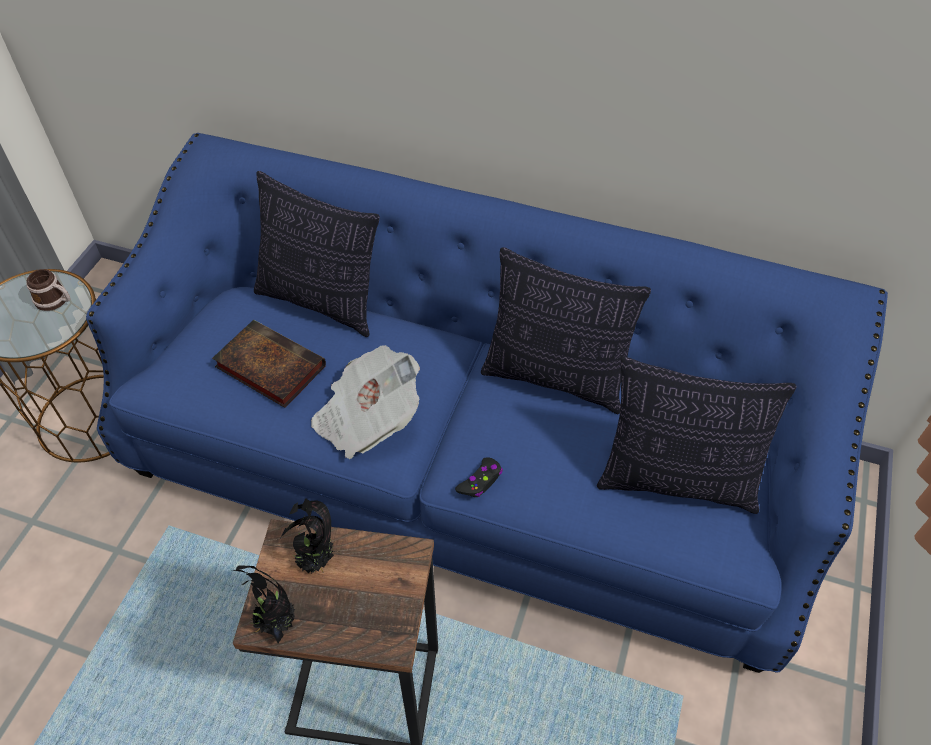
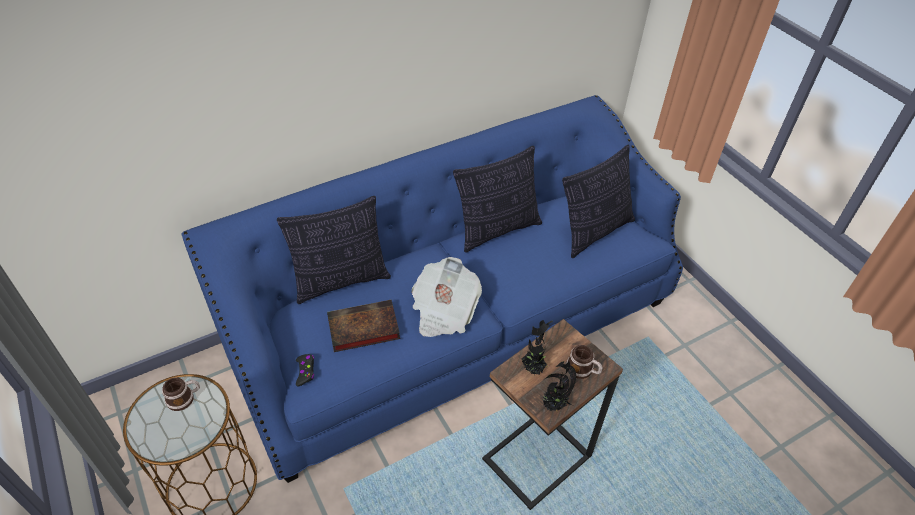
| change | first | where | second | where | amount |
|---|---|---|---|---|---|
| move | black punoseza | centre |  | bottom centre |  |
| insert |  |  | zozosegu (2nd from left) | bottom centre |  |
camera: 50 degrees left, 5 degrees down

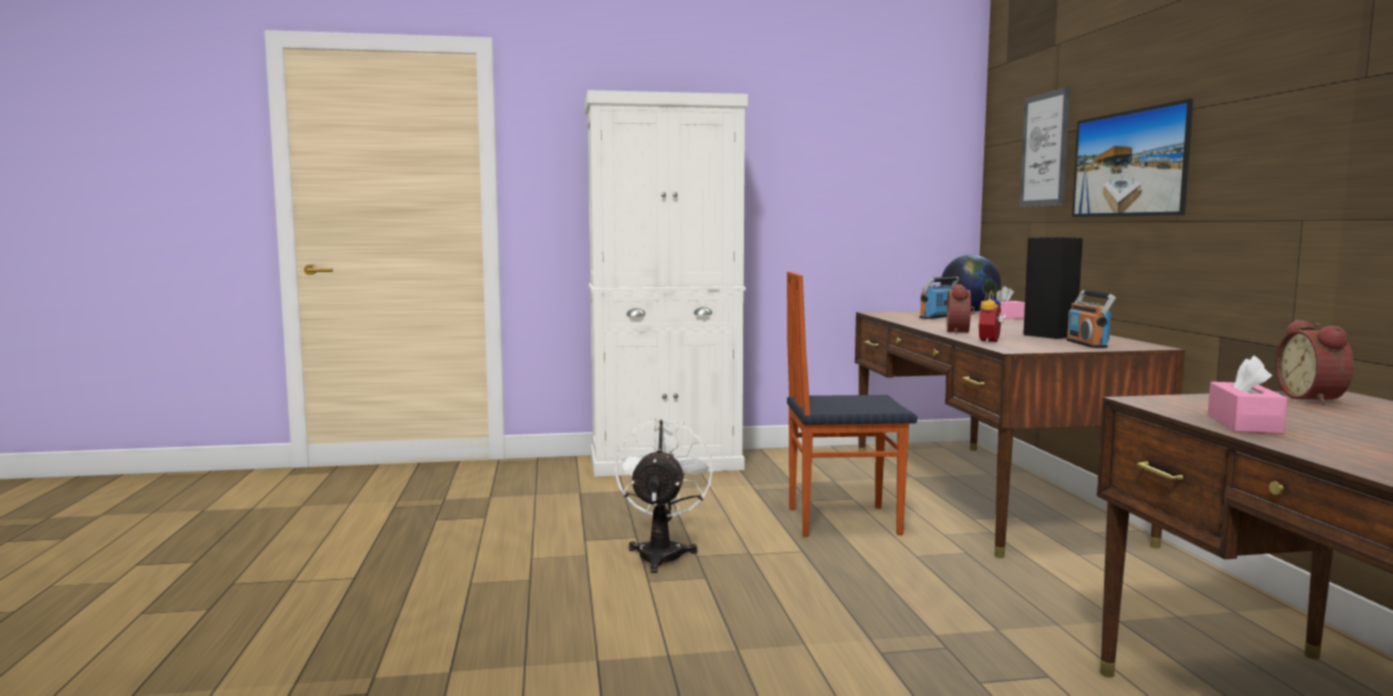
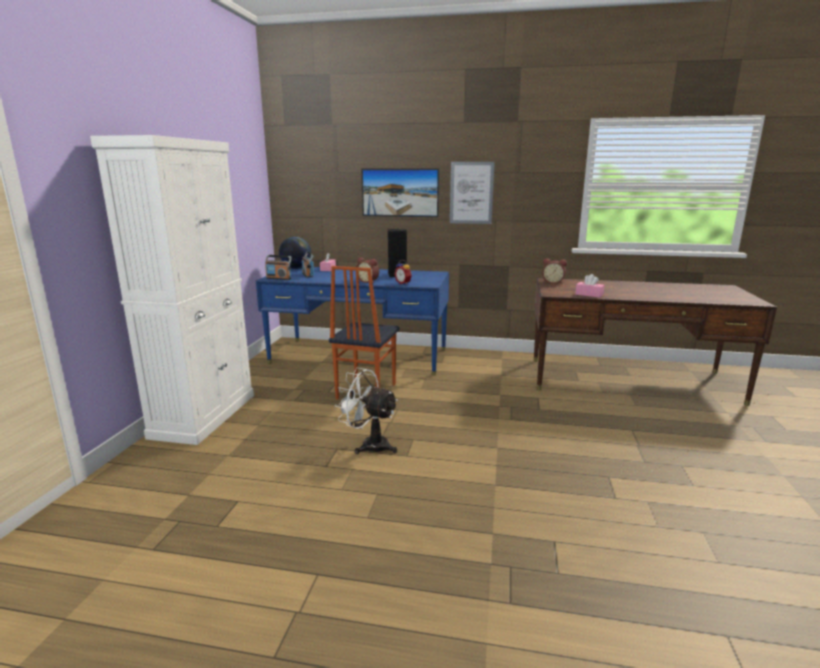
| change | first | where | second | where | amount |
|---|---|---|---|---|---|
| recolor | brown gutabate (1st from left) | middle right | blue gutabate | centre |  |
| move | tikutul (2nd from left in the first image) | middle right | tikutul (1st from left) | centre |  |
| move | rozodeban (1st from left in the first image) | top right | rozodeban (2nd from left) | top centre |  |
camera: 70 degrees left, 10 degrees up

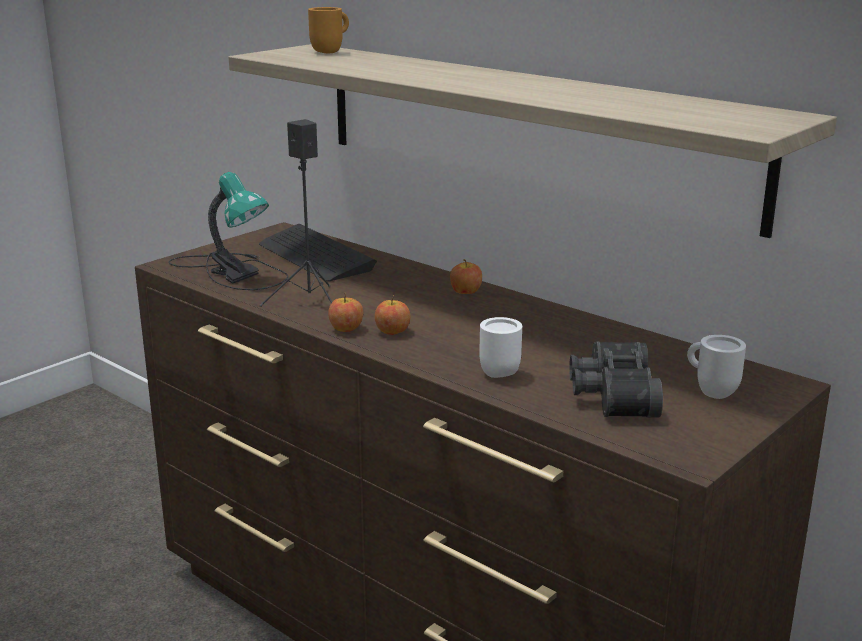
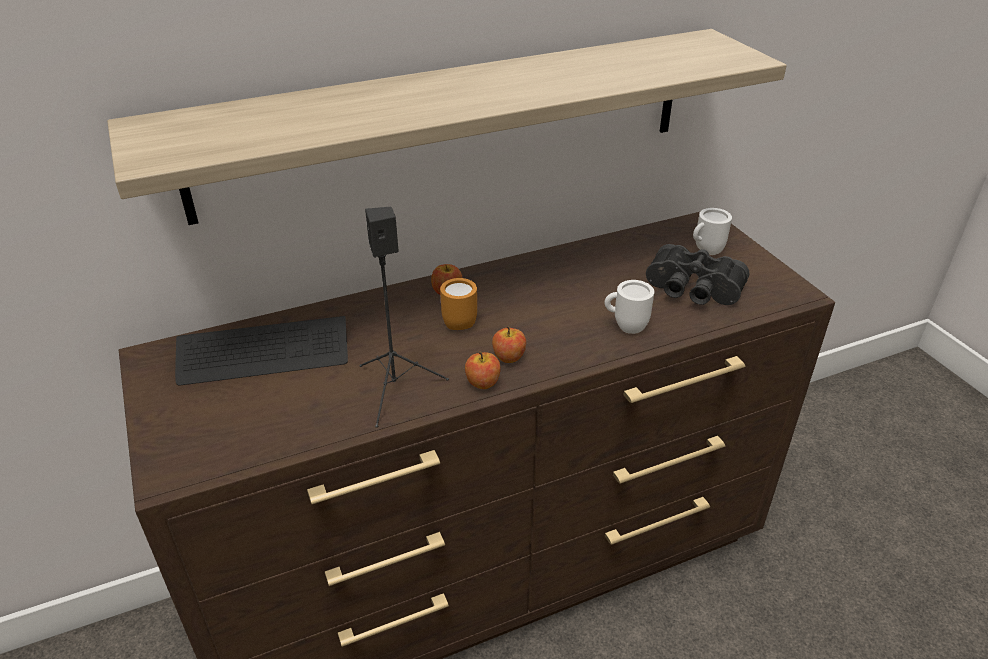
| change | first | where | second | where | amount |
|---|---|---|---|---|---|
| move | orange zozosegu | top centre |  | centre |  |
| delete | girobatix | middle left |  |  |  |
camera: 65 degrees left, 15 degrees up

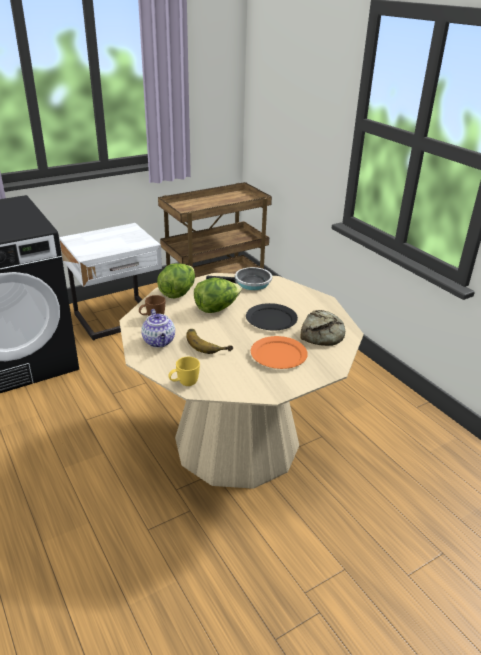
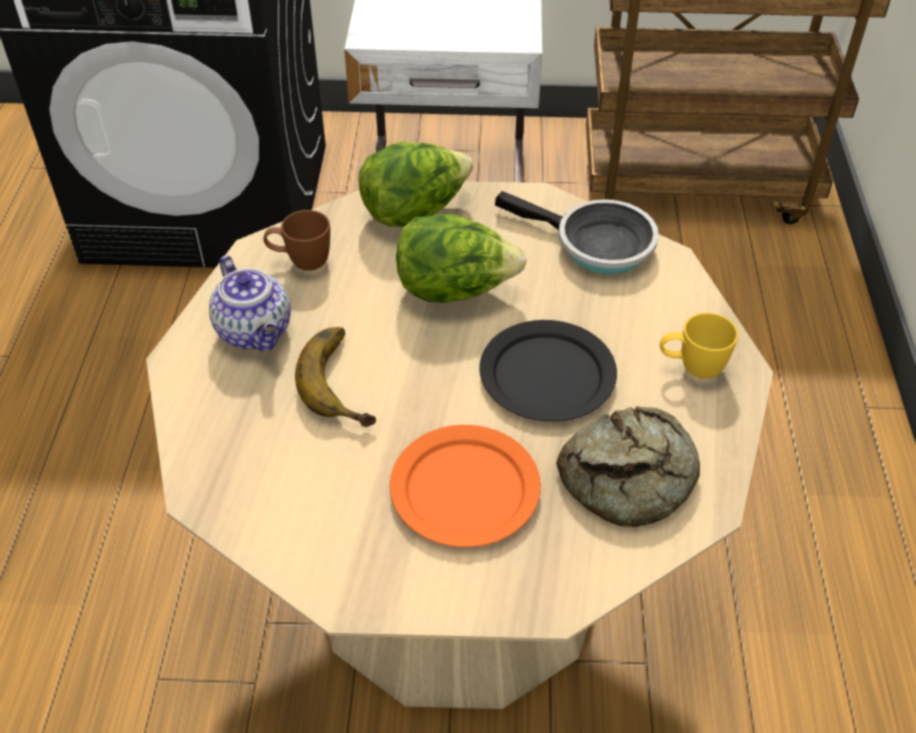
| change | first | where | second | where | amount |
|---|---|---|---|---|---|
| rotate | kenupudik | middle left |  | middle left | 45 degrees counterclockwise |
| move | yellow zozosegu | centre |  | middle right |  |
camera: 35 degrees right, 15 degrees up

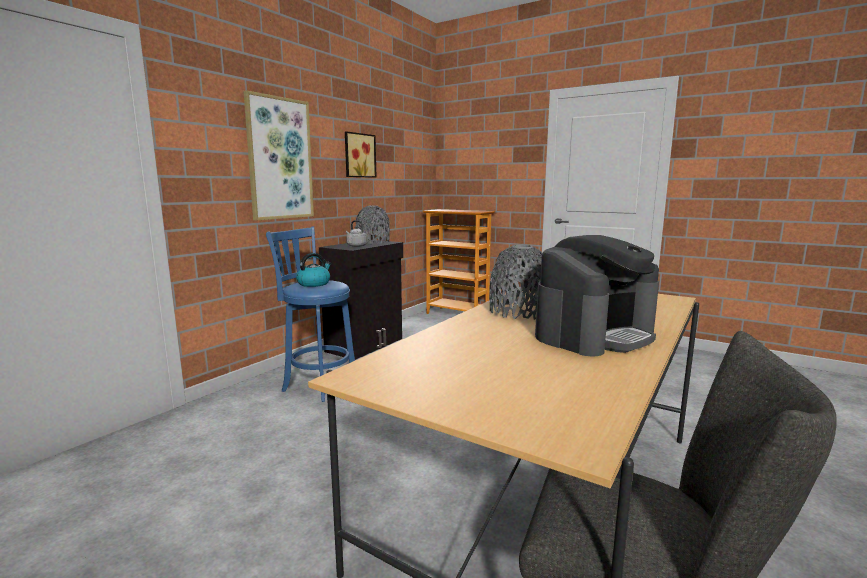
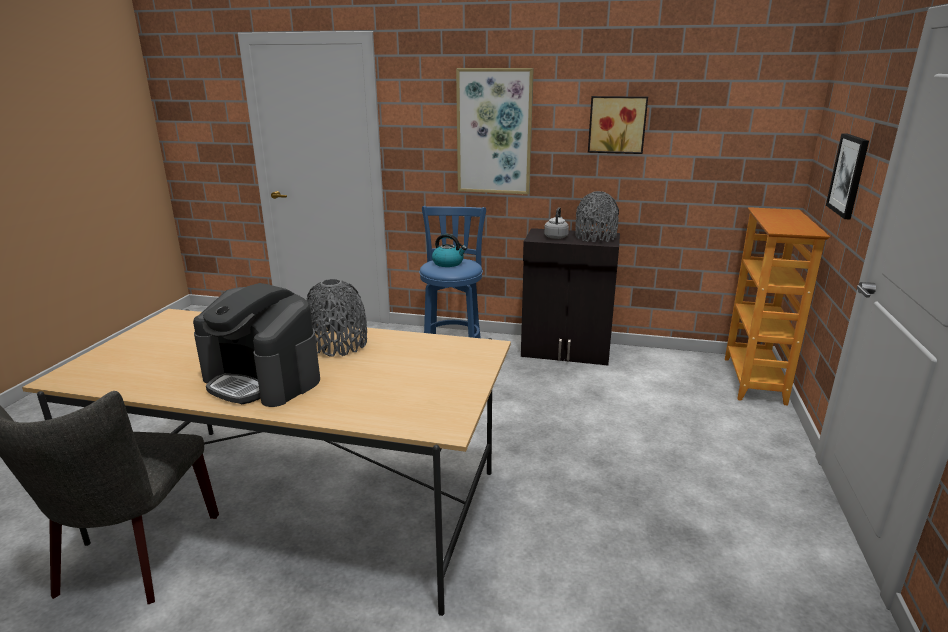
| change | first | where | second | where | amount |
|---|---|---|---|---|---|
| insert |  |  | rozodeban (3rd from left) | top right |  |
camera: 70 degrees right, 10 degrees up

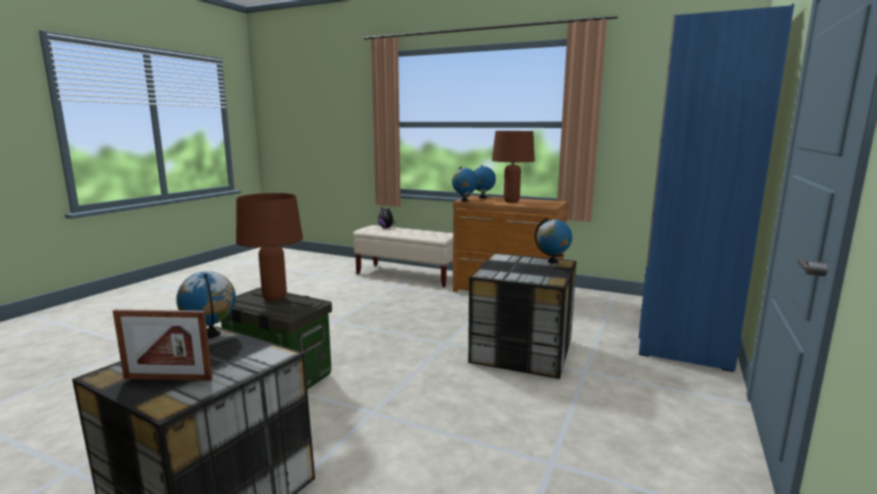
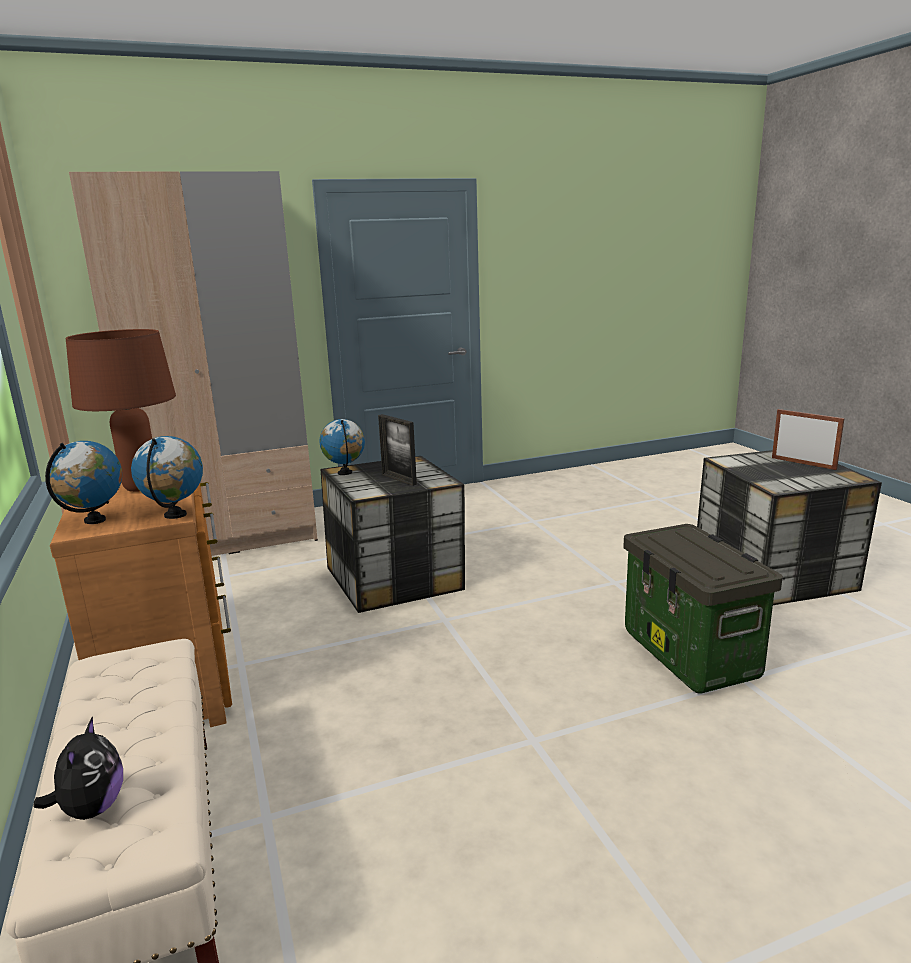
| change | first | where | second | where | amount |
|---|---|---|---|---|---|
| recolor | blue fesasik | middle right | beige fesasik | middle left |  |
| insert |  |  | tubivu (1st from left) | centre |  |
| delete | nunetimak (1st from left) | middle left |  |  |  |
| delete | brown girobatix (1st from left) | middle left |  |  |  |
camera: 135 degrees left, 5 degrees up

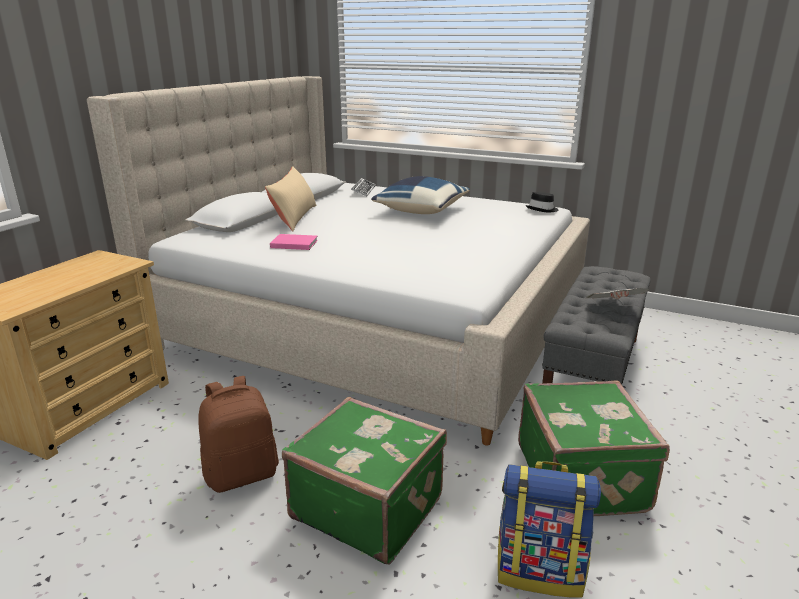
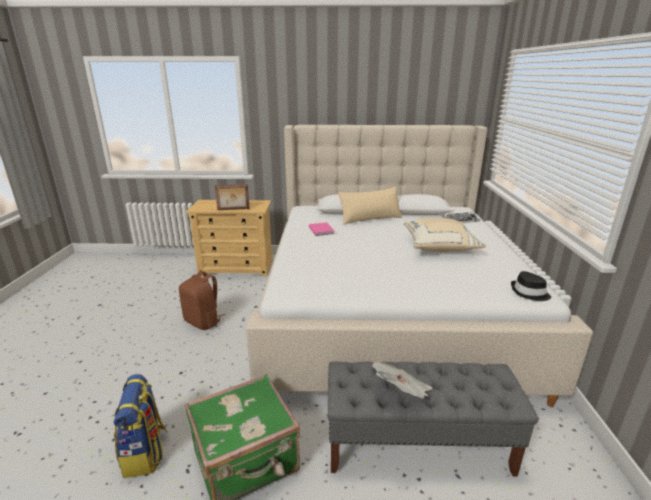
| change | first | where | second | where | amount |
|---|---|---|---|---|---|
| insert |  |  | tubivu | centre |  |
| recolor | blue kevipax | top centre | beige kevipax (2nd from left) | middle right |  |
| delete | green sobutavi (1st from left) | bottom centre |  |  |  |
camera: 65 degrees right, 0 degrees up

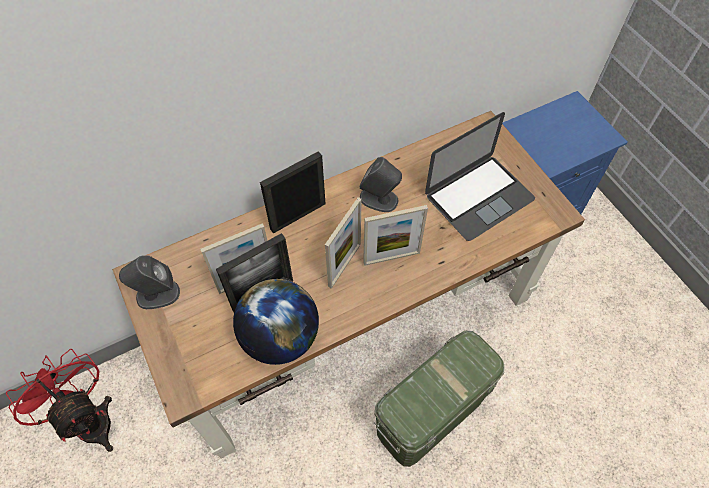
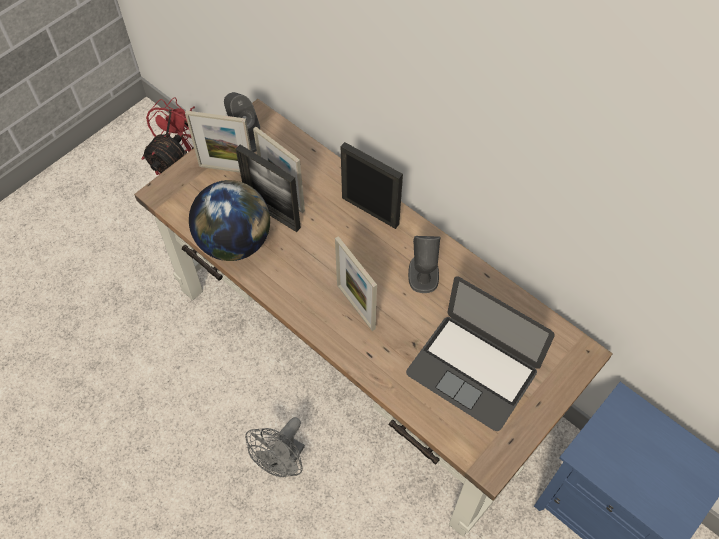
| change | first | where | second | where | amount |
|---|---|---|---|---|---|
| move | tubivu (4th from left in the first image) | centre | tubivu (1st from left) | top left |  |
| replace | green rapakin | bottom centre | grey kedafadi | bottom centre |  |
camera: 70 degrees right, 0 degrees up

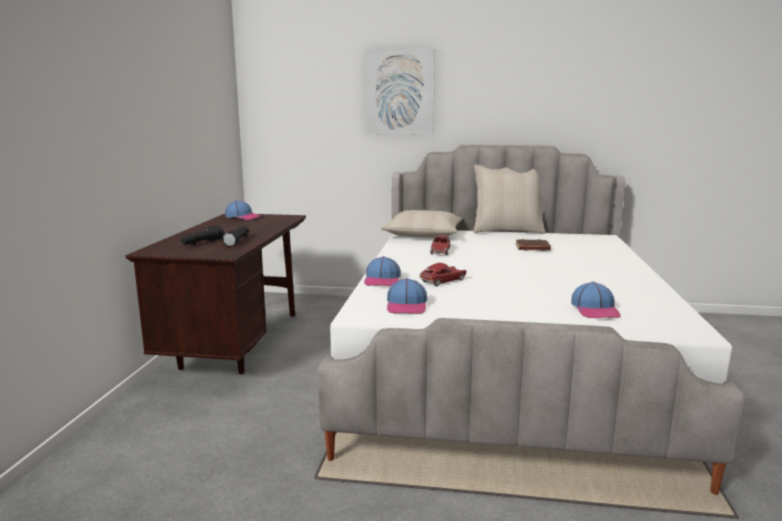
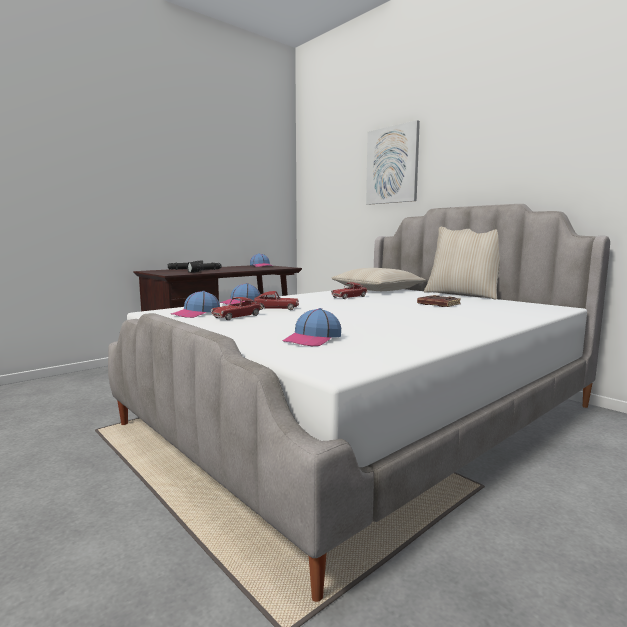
| change | first | where | second | where | amount |
|---|---|---|---|---|---|
| insert |  |  | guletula (1st from left) | centre |  |
camera: 40 degrees right, 5 degrees down

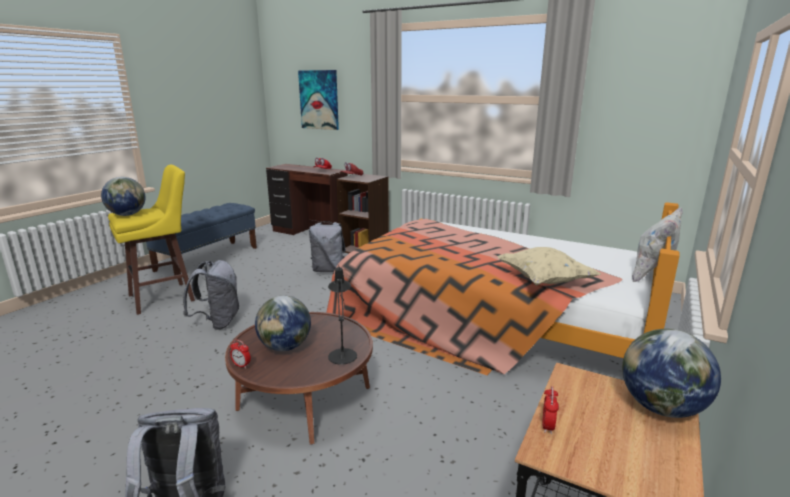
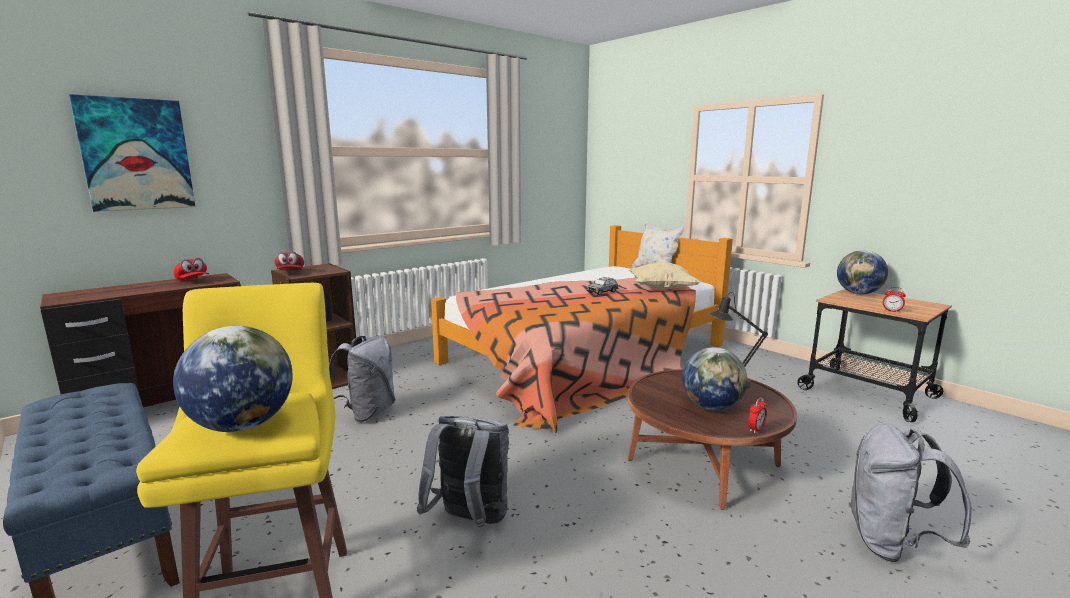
| change | first | where | second | where | amount |
|---|---|---|---|---|---|
| insert |  |  | grey guletula | centre |  |
camera: 70 degrees left, 5 degrees down

